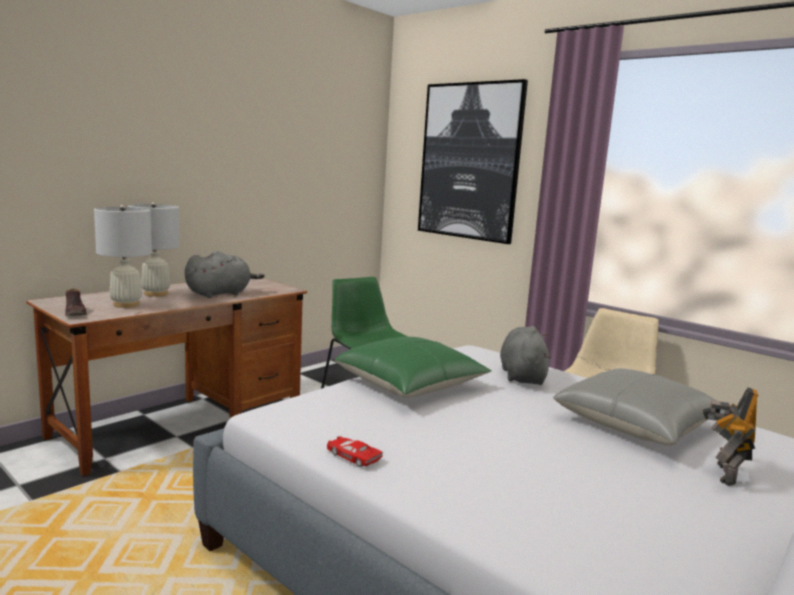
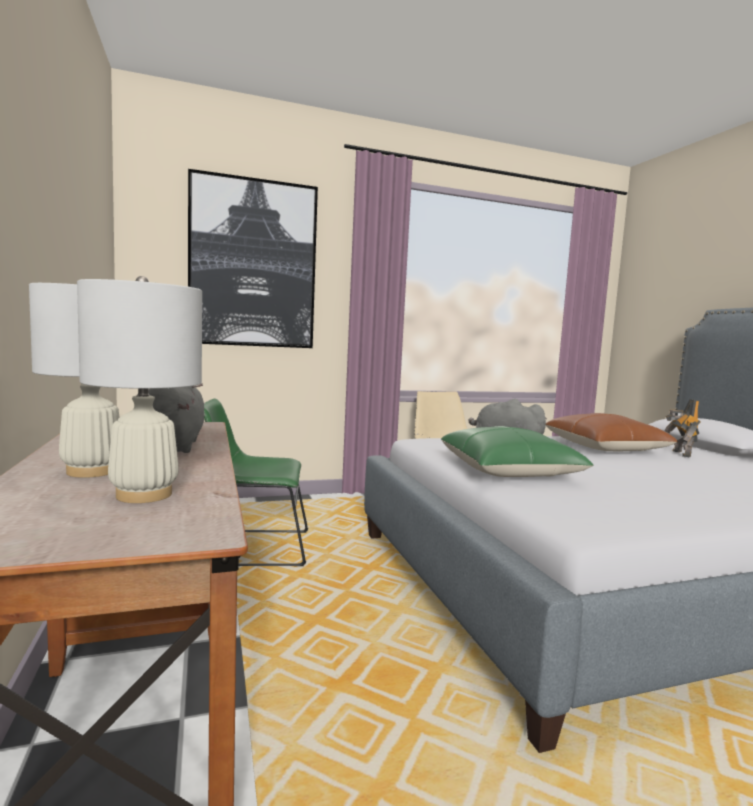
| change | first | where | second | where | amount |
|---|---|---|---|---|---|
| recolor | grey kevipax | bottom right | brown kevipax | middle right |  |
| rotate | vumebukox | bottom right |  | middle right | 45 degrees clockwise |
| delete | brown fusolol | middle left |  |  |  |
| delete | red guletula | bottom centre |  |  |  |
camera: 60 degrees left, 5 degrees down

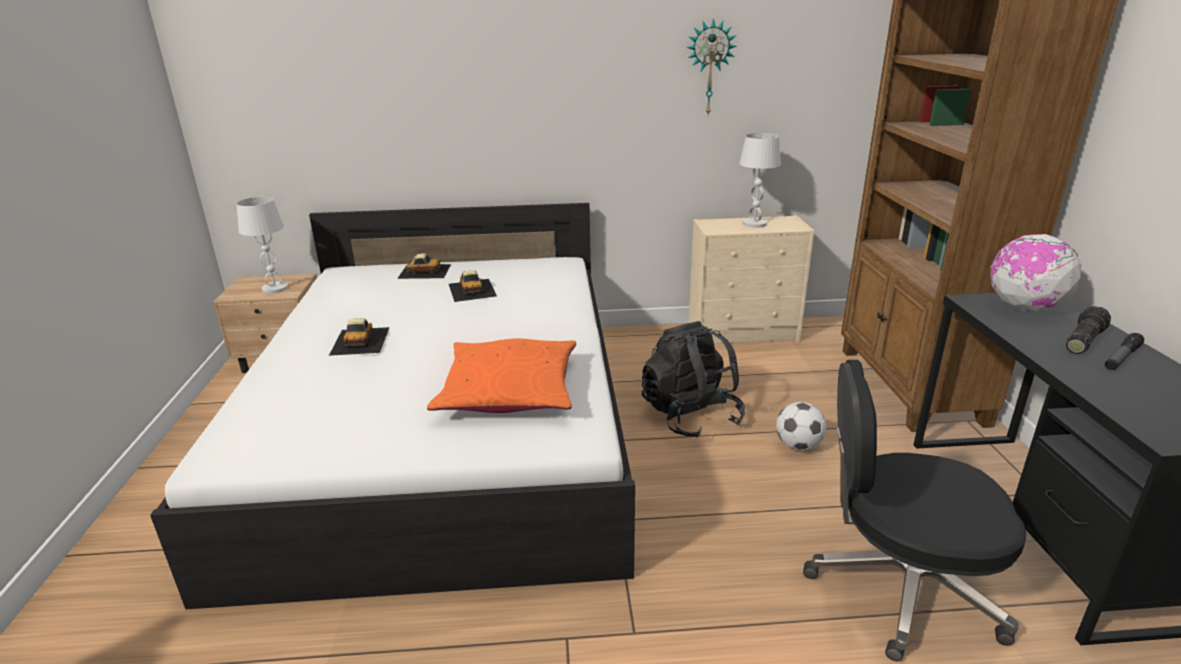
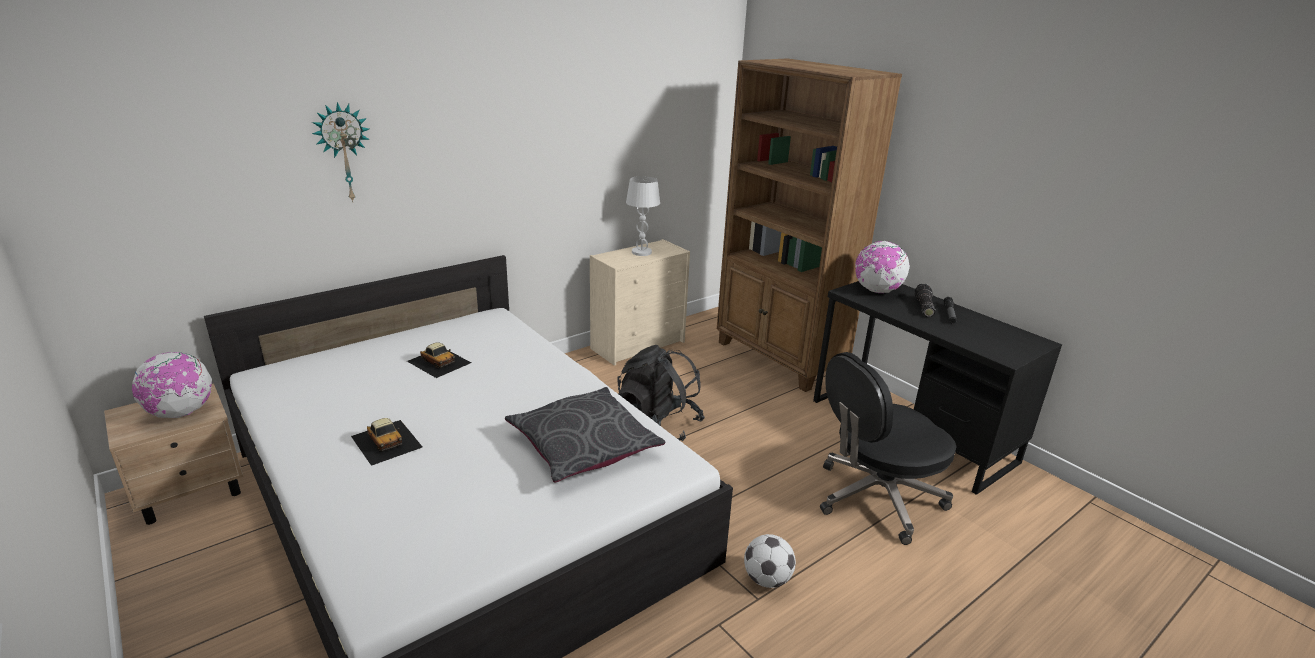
| change | first | where | second | where | amount |
|---|---|---|---|---|---|
| replace | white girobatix (1st from left) | middle left | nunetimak (1st from left) | middle left |  |
| move | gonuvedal | top centre |  | top left |  |
| recolor | orange kevipax | centre | grey kevipax | centre |  |
| move | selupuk | middle right |  | bottom centre |  |
| delete | guletula (2nd from left) | centre |  |  |  |
camera: 35 degrees left, 0 degrees up

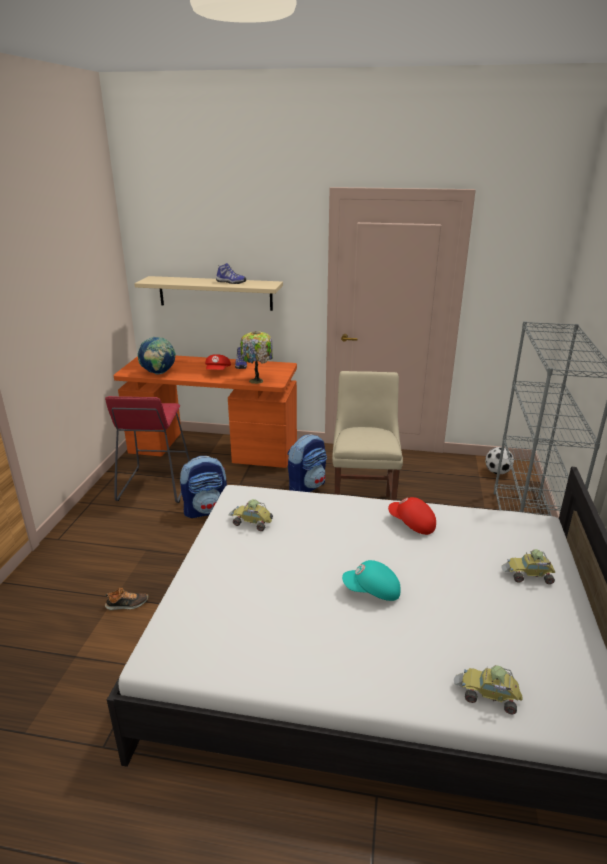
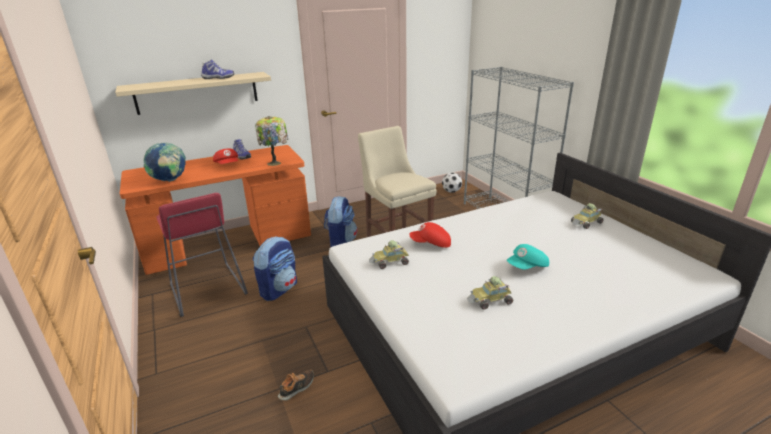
| change | first | where | second | where | amount |
|---|---|---|---|---|---|
| move | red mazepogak (2nd from left) | middle right |  | centre |  |
| move | guletula (2nd from left) | bottom right |  | bottom centre |  |
camera: 35 degrees left, 0 degrees up

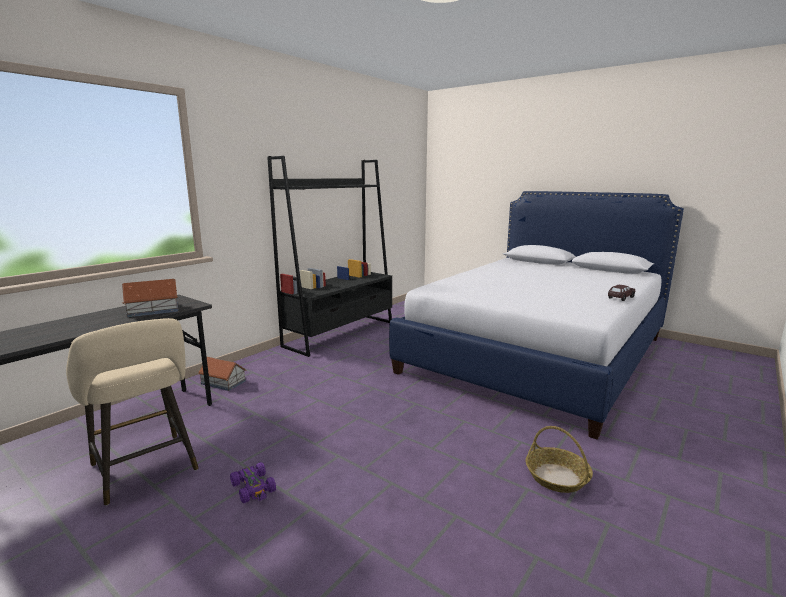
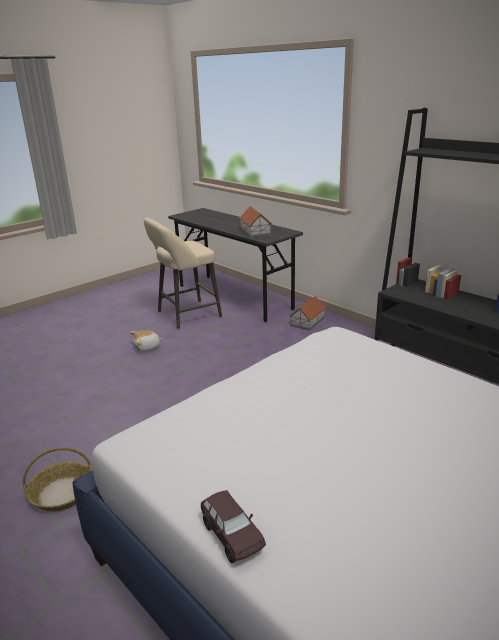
| change | first | where | second | where | amount |
|---|---|---|---|---|---|
| replace | purple guletula | bottom left | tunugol | middle left |  |
camera: 100 degrees right, 10 degrees up

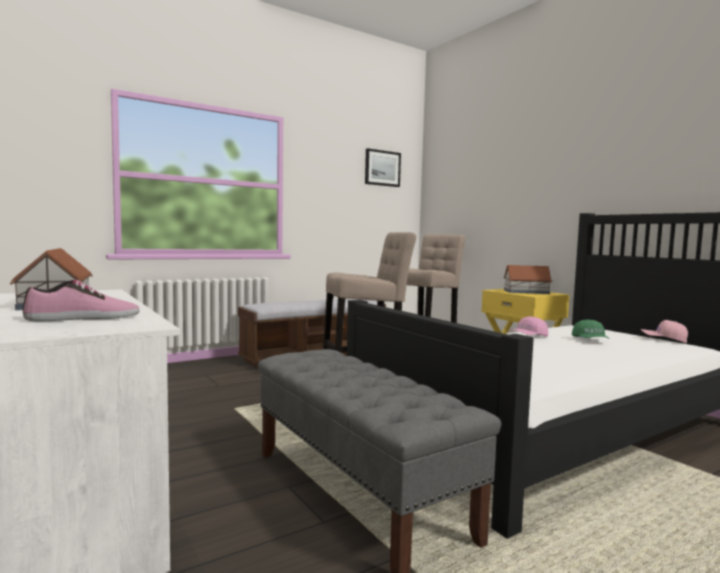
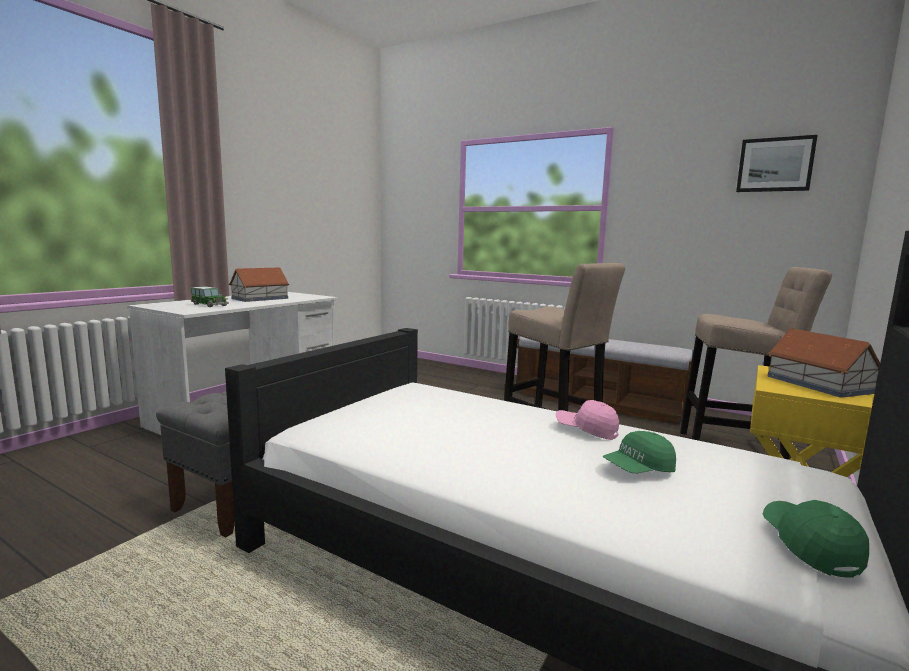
| change | first | where | second | where | amount |
|---|---|---|---|---|---|
| replace | fusolol | middle left | guletula | middle left |  |
| recolor | pink mazepogak (2nd from left) | middle right | green mazepogak (2nd from left) | bottom right |  |
camera: 65 degrees right, 5 degrees up

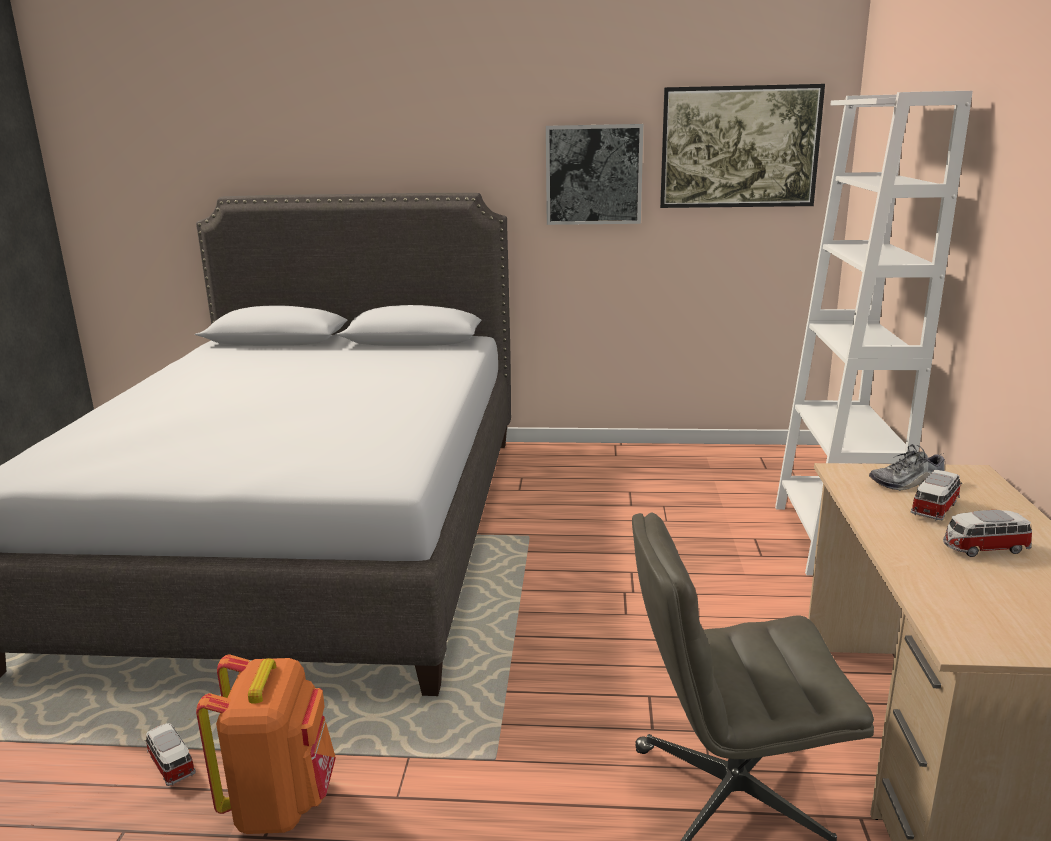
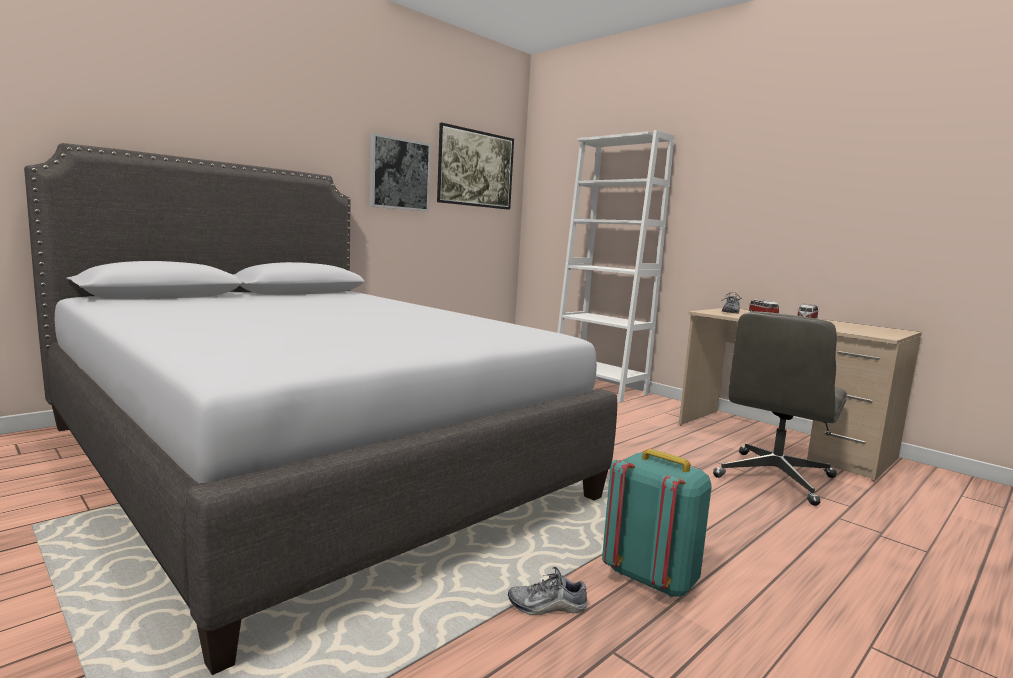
| change | first | where | second | where | amount |
|---|---|---|---|---|---|
| replace | guletula (1st from left) | bottom left | fusolol (1st from left) | bottom centre |  |
| recolor | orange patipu | bottom left | turquoise patipu | bottom centre |  |
camera: 50 degrees left, 10 degrees down

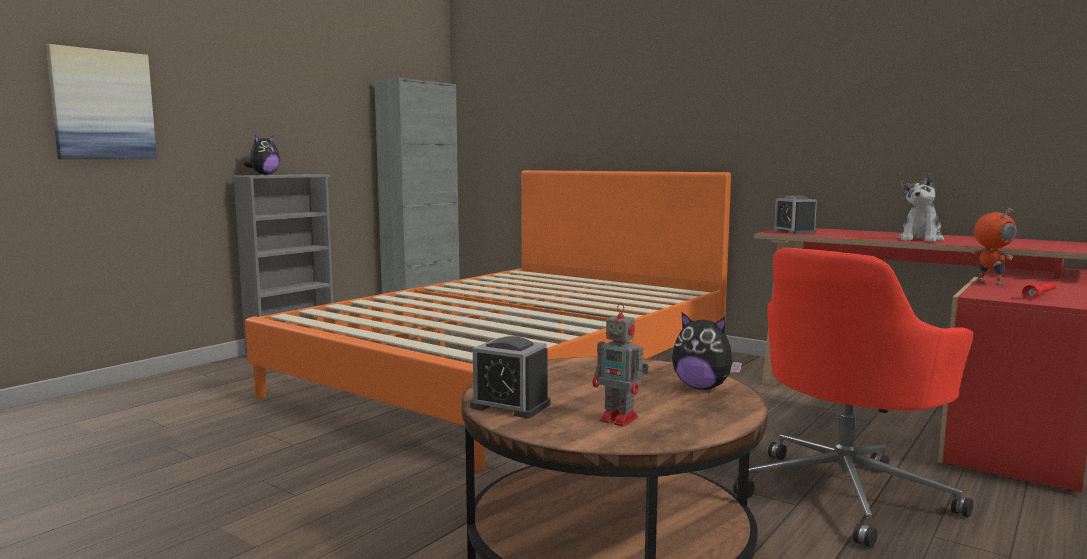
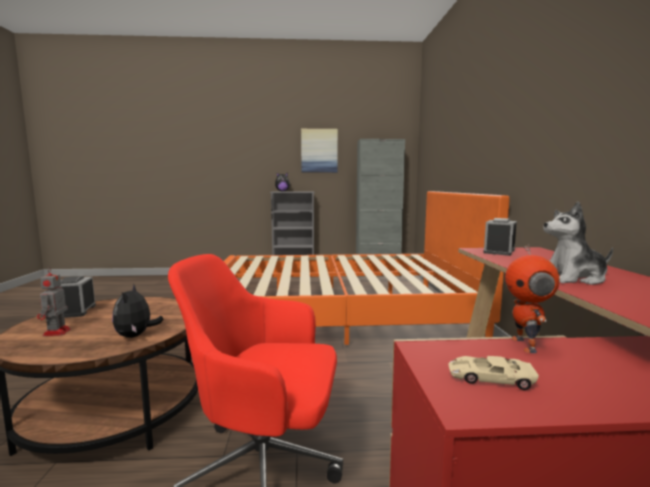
| change | first | where | second | where | amount |
|---|---|---|---|---|---|
| move | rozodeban | top left |  | top centre |  |
| replace | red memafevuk | middle right | beige guletula | bottom right |  |
| rotate | vumebukox (2nd from left) | middle right |  | middle right | 150 degrees clockwise |
camera: 50 degrees right, 0 degrees up

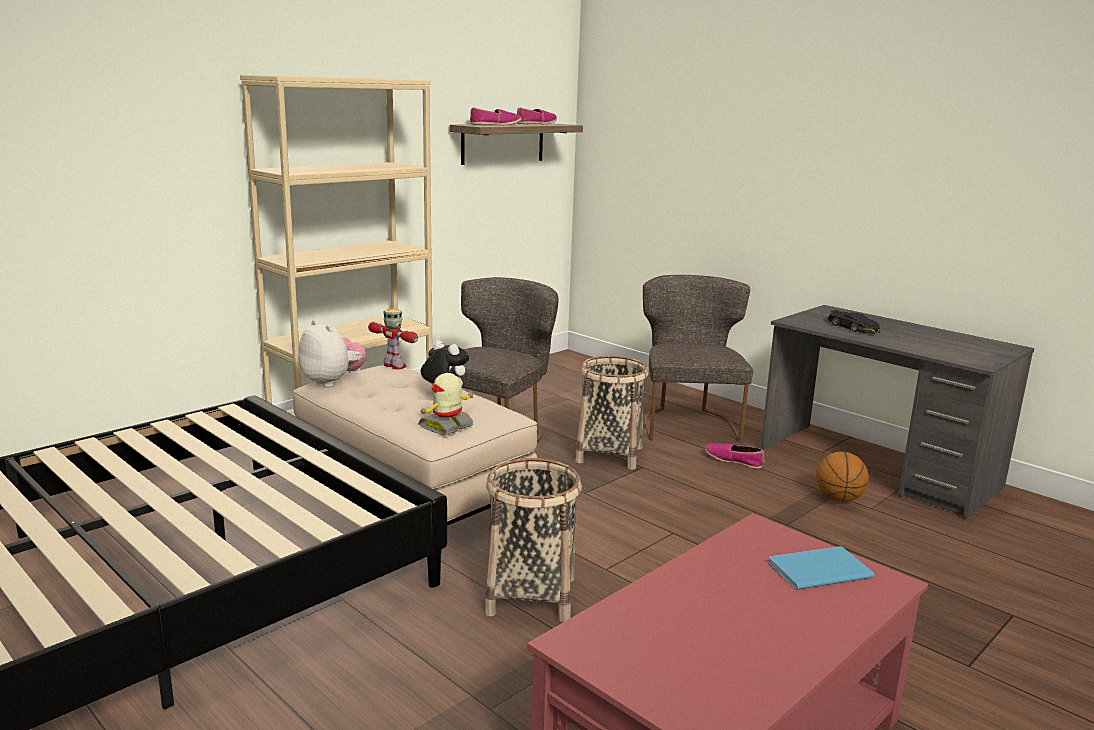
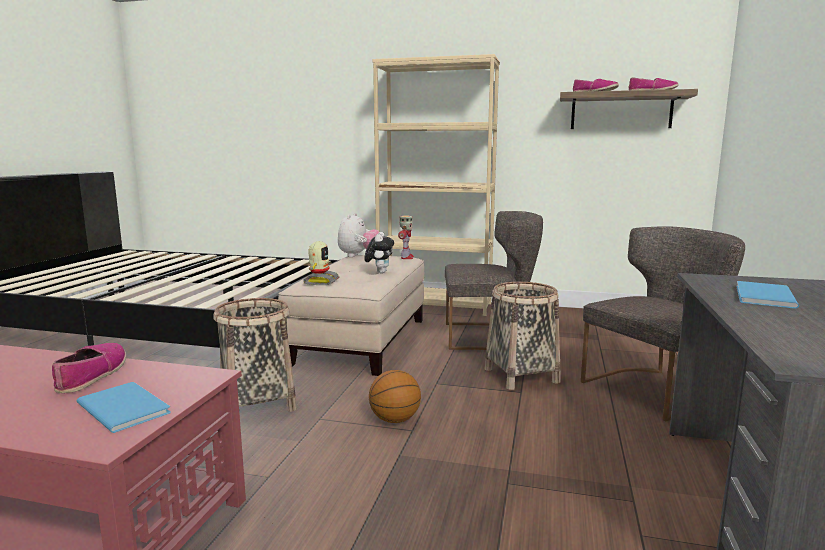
| change | first | where | second | where | amount |
|---|---|---|---|---|---|
| move | fusolol (3rd from left in the first image) | middle right | fusolol (1st from left) | bottom left |  |
| rotate | vumebukox (2nd from left in the first image) | centre | vumebukox (1st from left) | centre | 90 degrees clockwise |
| move | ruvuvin | middle right |  | bottom centre |  |
| replace | black guletula | middle right | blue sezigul (2nd from left) | middle right |  |
camera: 60 degrees right, 5 degrees down

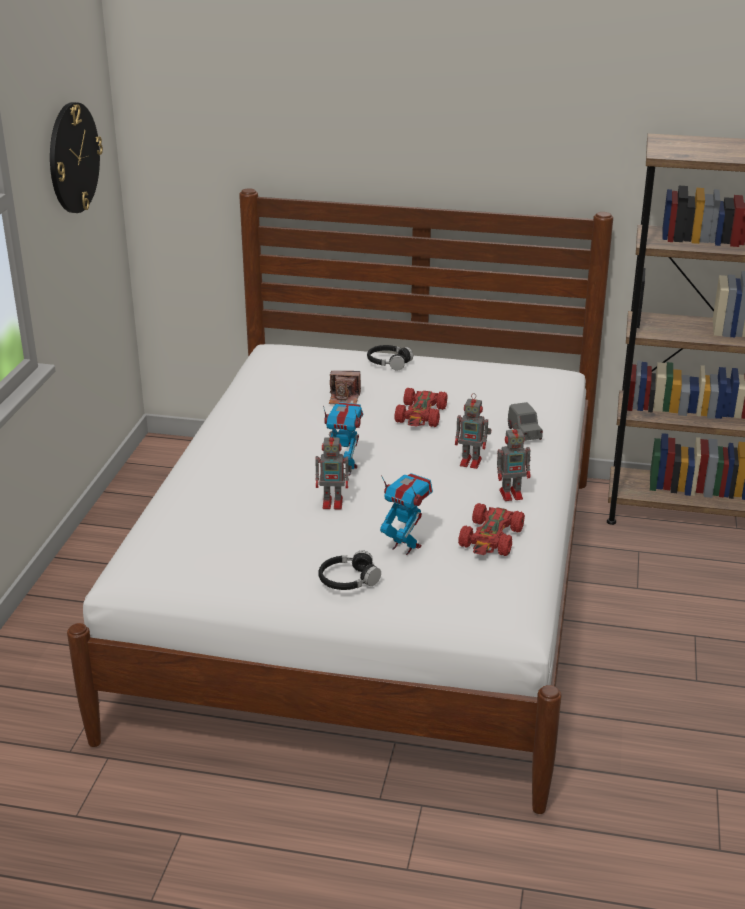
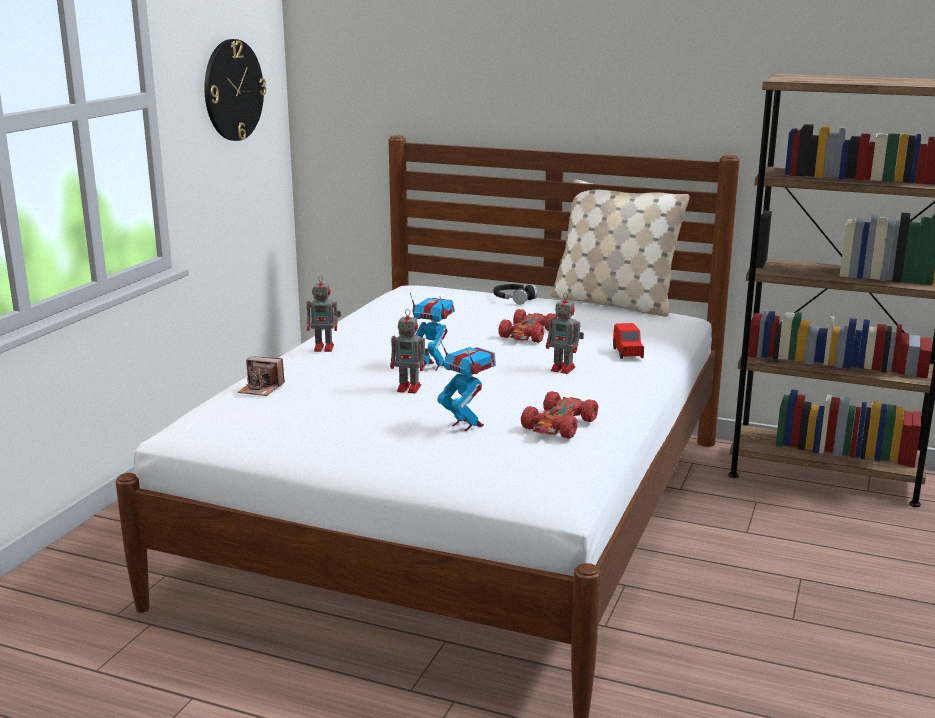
| change | first | where | second | where | amount |
|---|---|---|---|---|---|
| move | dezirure | centre |  | middle left |  |
| move | vumebukox (5th from left in the first image) | middle right | vumebukox (1st from left) | centre |  |
| insert |  |  | beige kevipax | centre |  |
| recolor | grey guletula | middle right | red guletula (3rd from left) | middle right |  |
| delete | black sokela (1st from left) | centre |  |  |  |
camera: 10 degrees right, 10 degrees down

